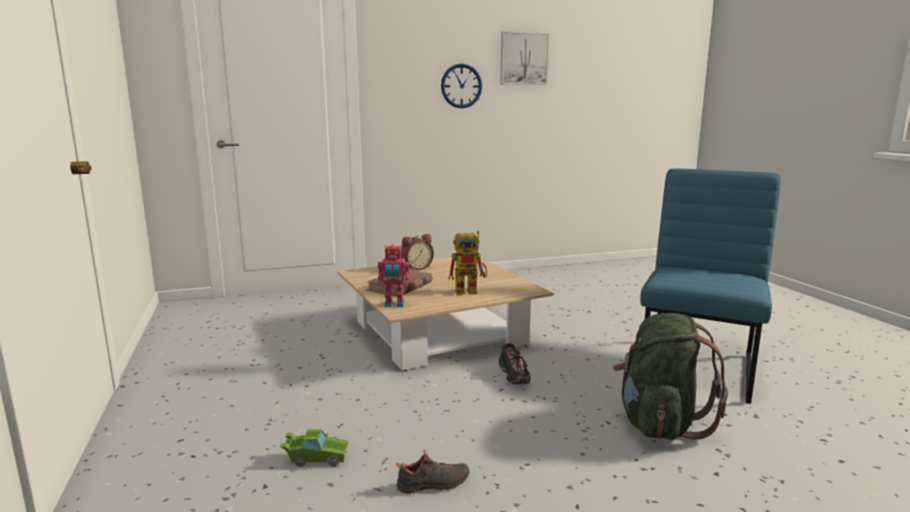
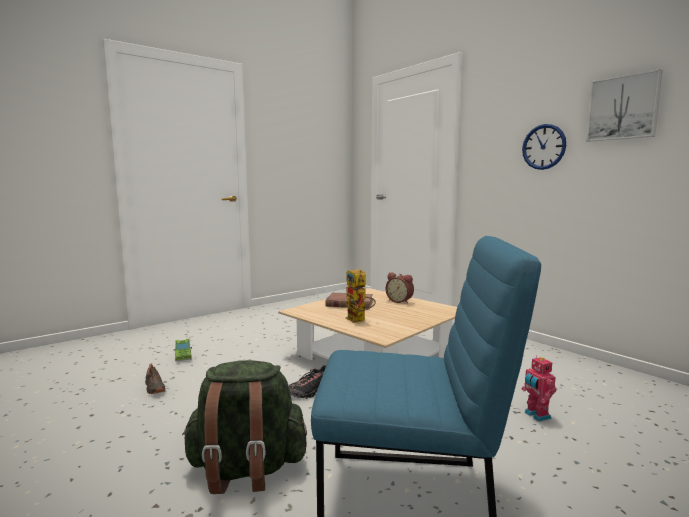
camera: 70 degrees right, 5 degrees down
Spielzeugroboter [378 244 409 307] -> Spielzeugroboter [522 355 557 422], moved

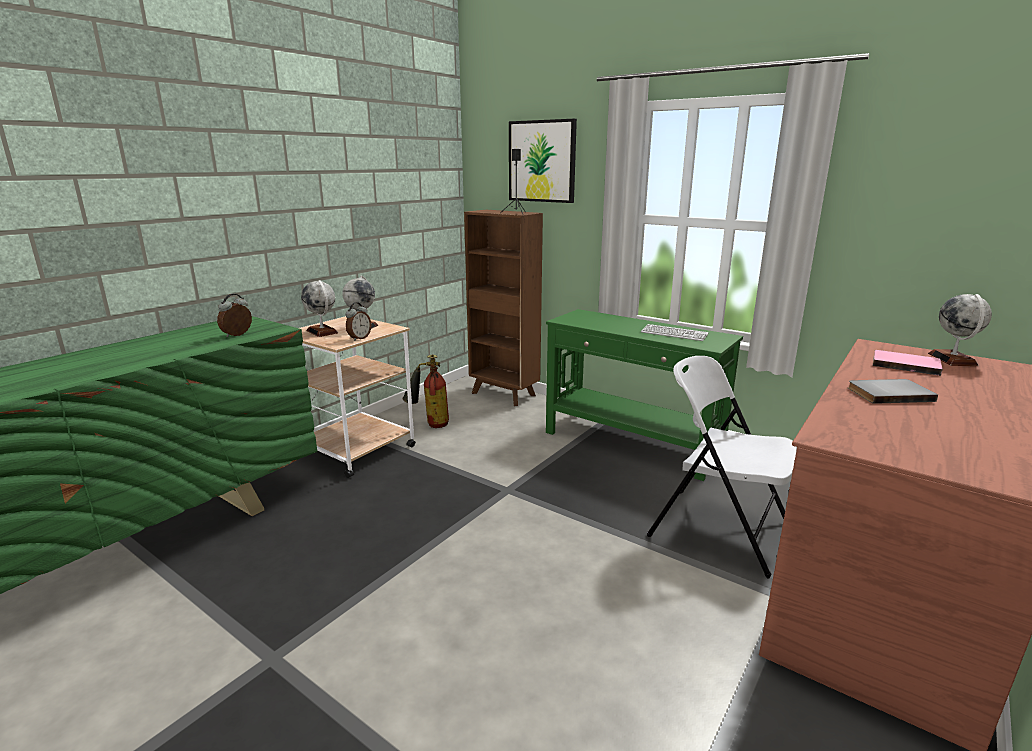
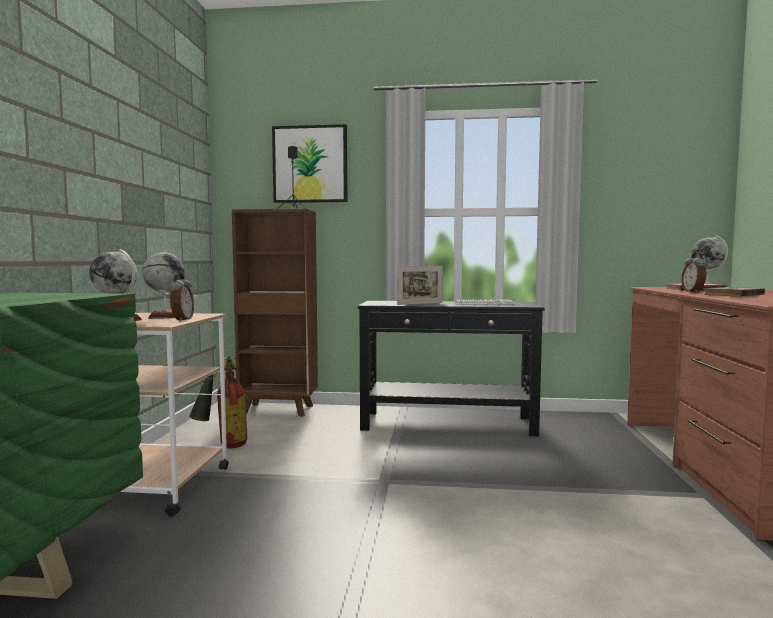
camera: 30 degrees left, 15 degrees down
Stuhl/weiß [647 356 797 579] -> none
none -> Bilderrahmen [397 266 443 305]
Wecker [217 294 252 337] -> Wecker [681 252 707 293], moved
Konsolentisch/grün [546 309 743 481] -> Konsolentisch/schwarz [358 301 544 436]

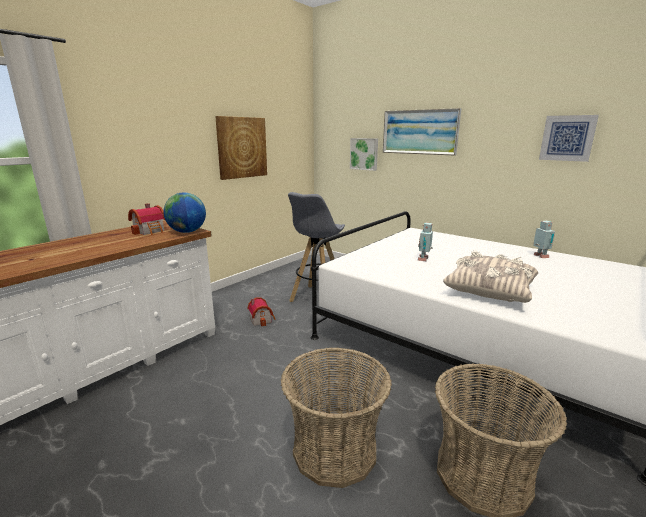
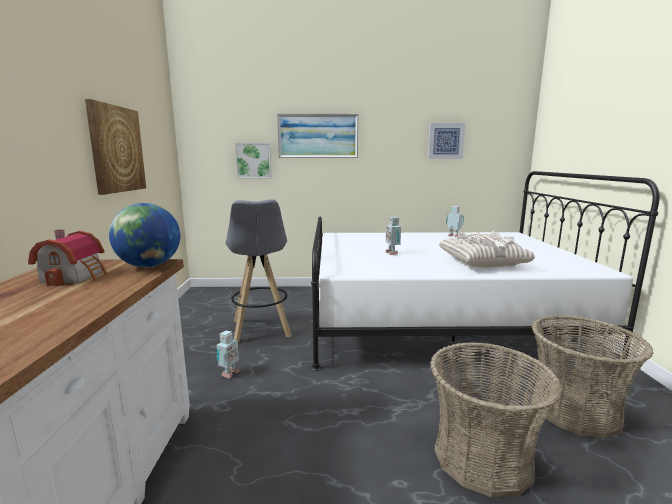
camera: 40 degrees left, 5 degrees down
Spielzeughaus [247 297 276 326] -> Spielzeugroboter [216 331 240 379]

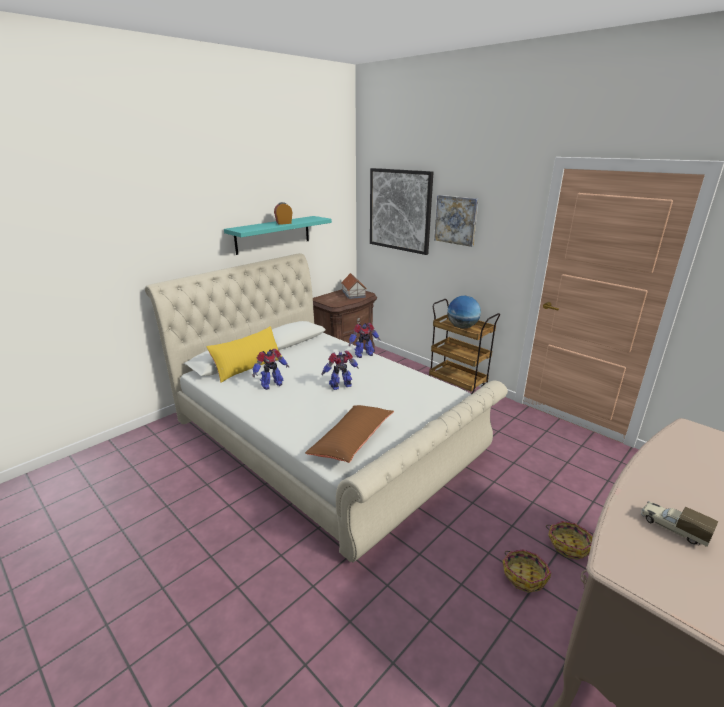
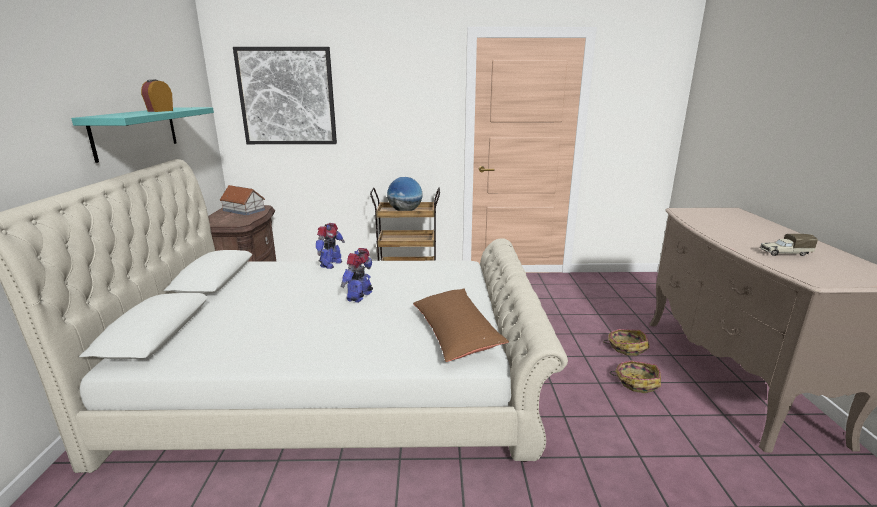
camera: 45 degrees left, 5 degrees down
Kissen/gelb [206 326 282 383] -> none
Spielzeugroboter [252 349 289 390] -> none
Bild [434 195 479 247] -> none

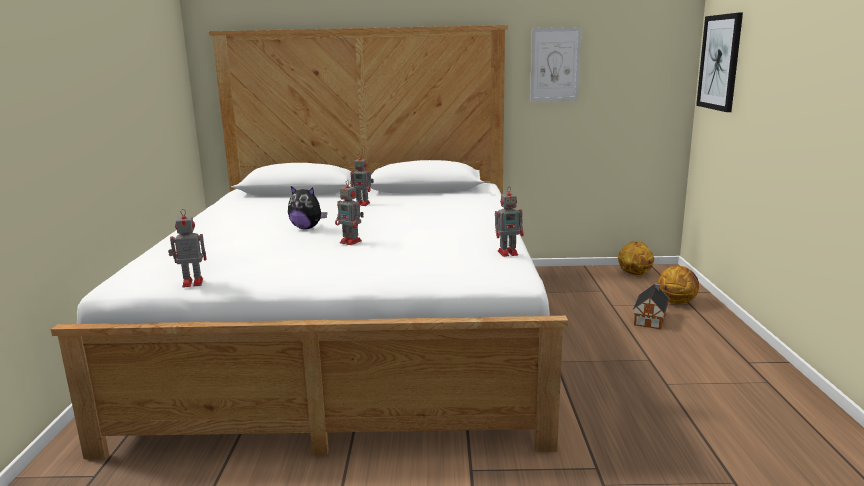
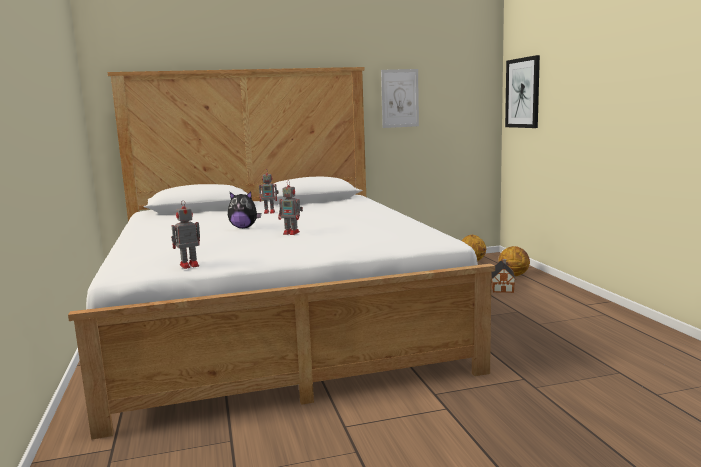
camera: 15 degrees left, 5 degrees down
Spielzeugroboter [495 188 524 257] -> none

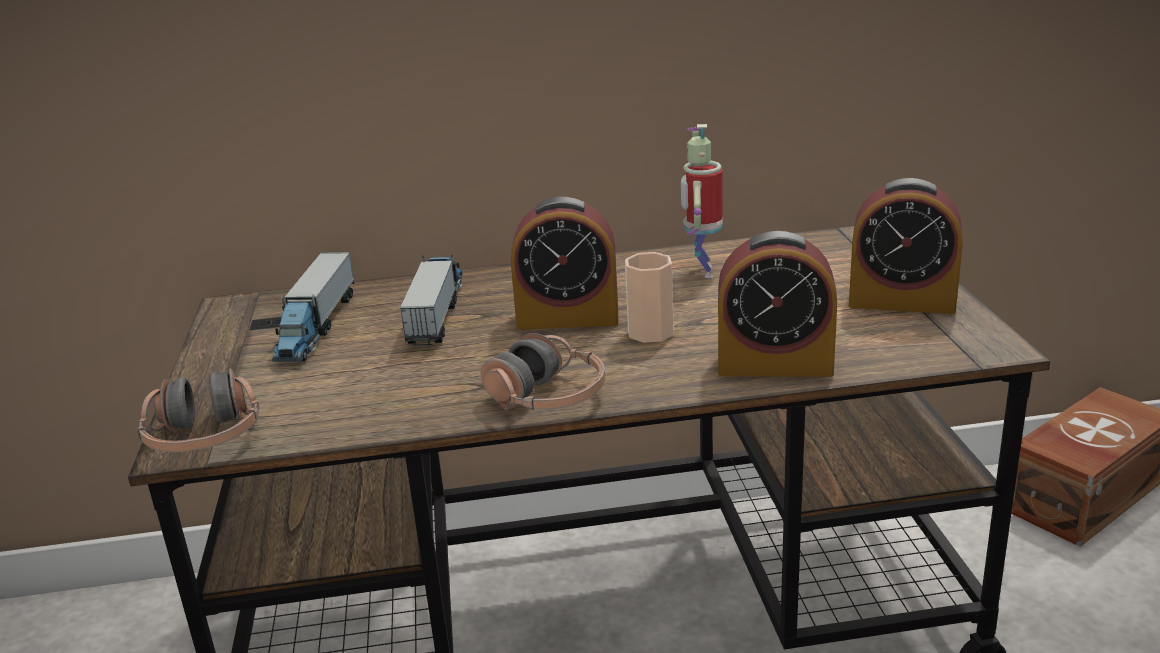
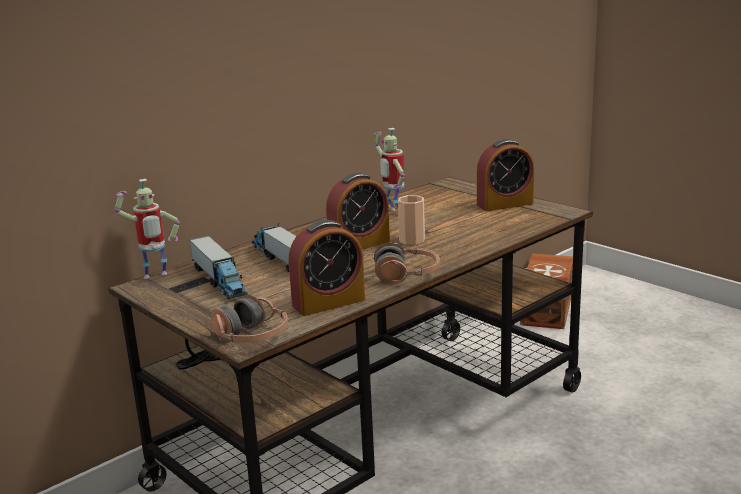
camera: 35 degrees left, 5 degrees down
none -> Spielzeugroboter [115 179 180 279]
Wecker [718 231 837 377] -> Wecker [288 220 365 316], moved

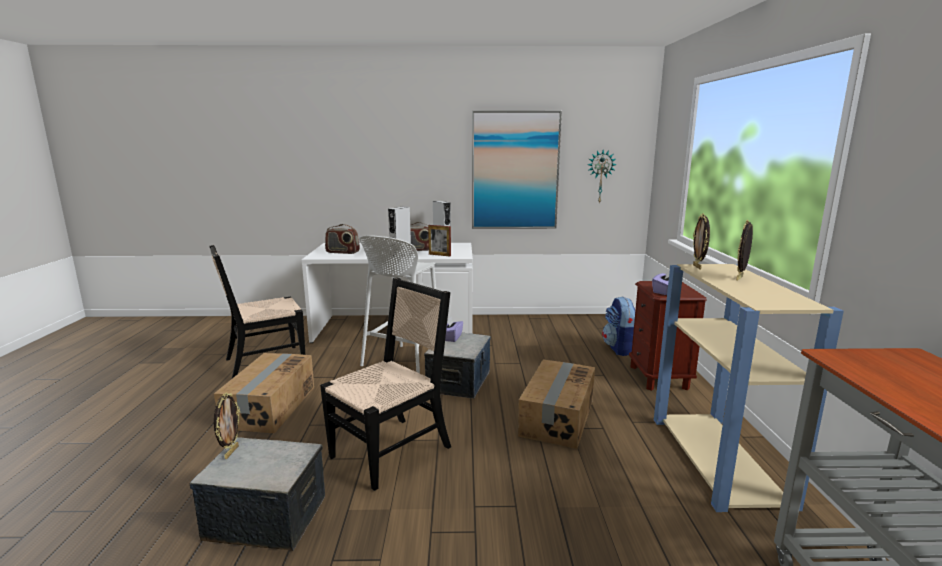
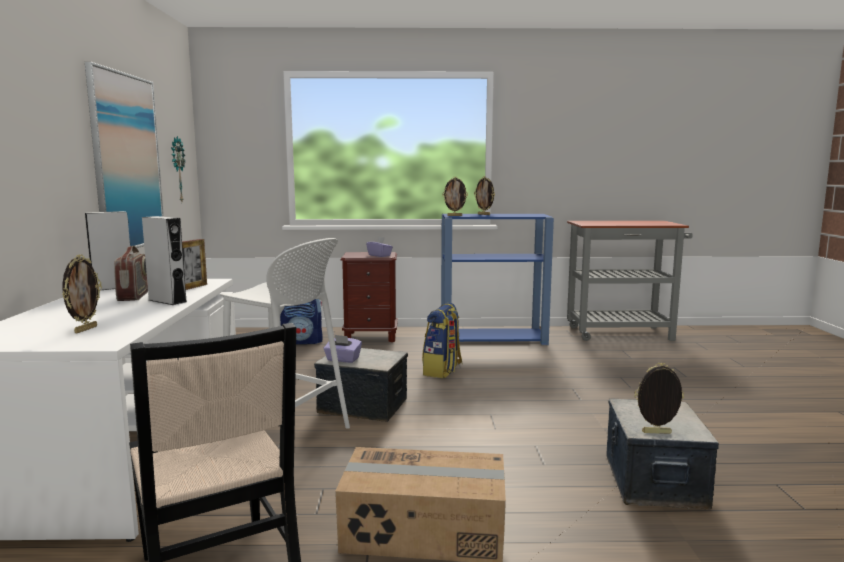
camera: 90 degrees left, 5 degrees down
Stuhl [320 278 451 491] -> none
Radio [325 224 360 254] -> Bilderrahmen [62 254 102 333]
Karton [518 360 595 449] -> Rucksack [422 303 463 378]
Bücherregal/beige [654 264 844 512] -> Bücherregal/blau [441 214 554 345]

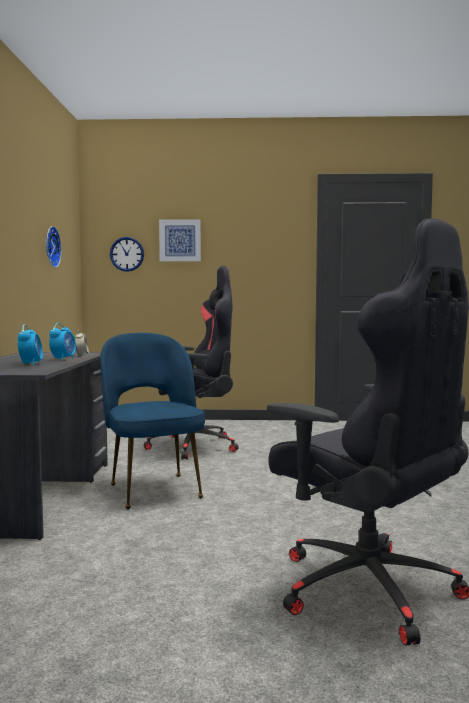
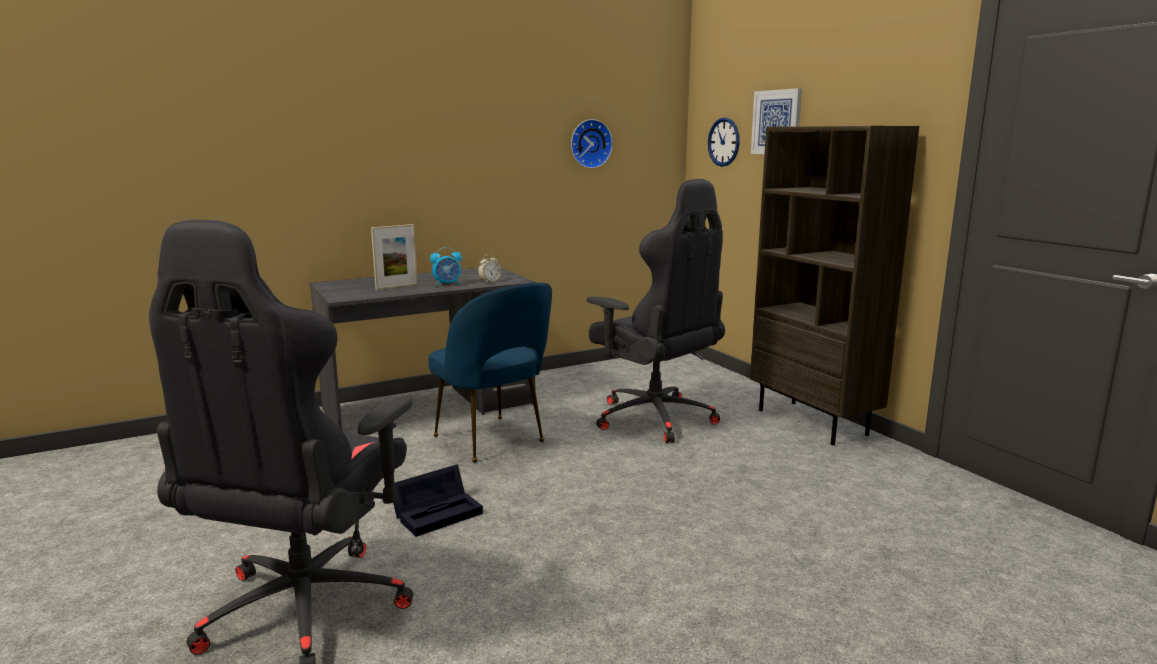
camera: 60 degrees right, 10 degrees up
none -> Aufbewahrungsbox/schwarz [393 464 483 537]
none -> Bücherregal/braun [750 126 919 445]
Wecker [17 324 43 366] -> Bilderrahmen [371 224 418 290]
Stuhl/blau [100 333 205 509] -> Stuhl/blau [428 283 552 463], 105 degrees clockwise

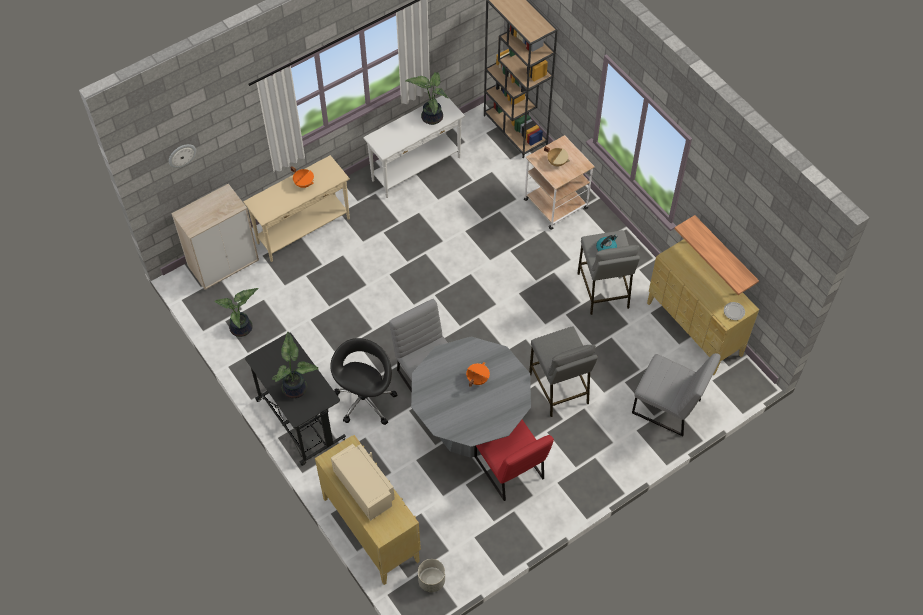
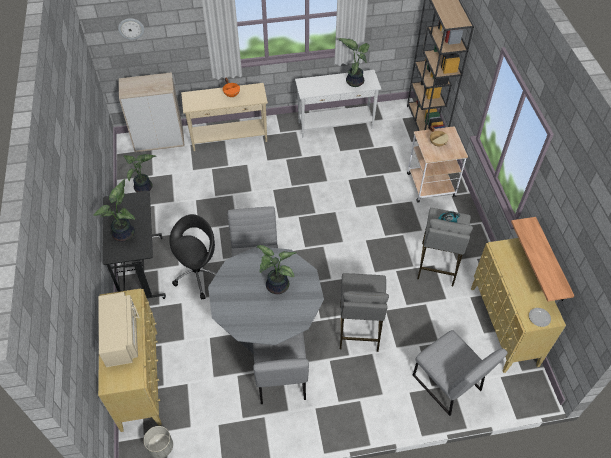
camera: 25 degrees right, 5 degrees down
Kochtopf/orange [466 362 490 387] -> Topfpflanze [256 245 297 294]
Stuhl/rot [474 419 554 501] -> Stuhl/grau [253 332 309 404]

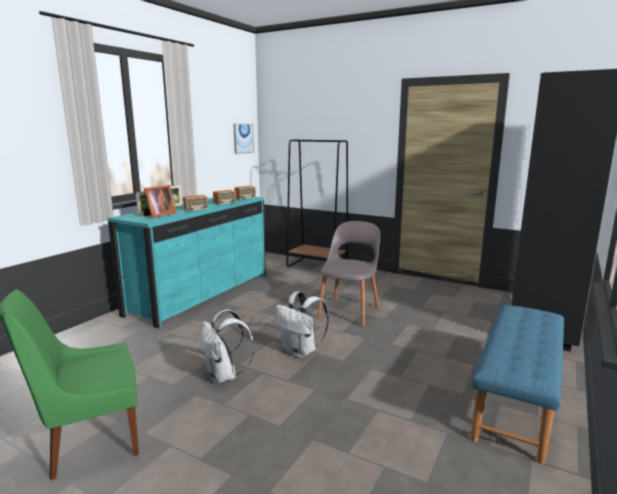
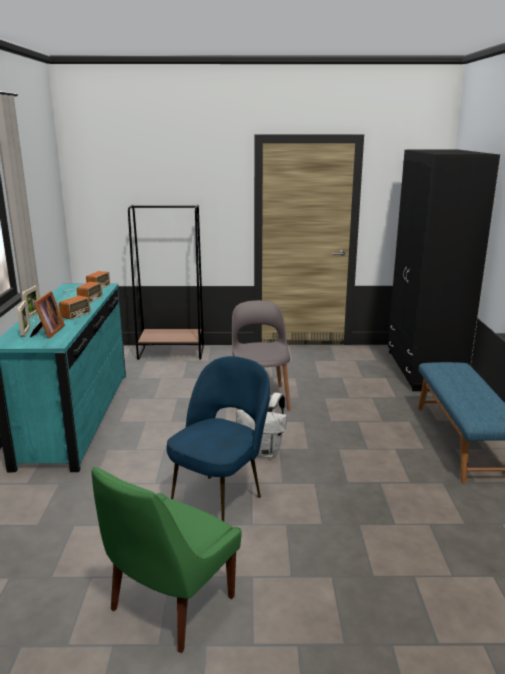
camera: 30 degrees left, 5 degrees up
Bild [233 124 254 154] -> none
Rucksack/weiß [200 309 254 384] -> Stuhl/blau [166 356 270 521]

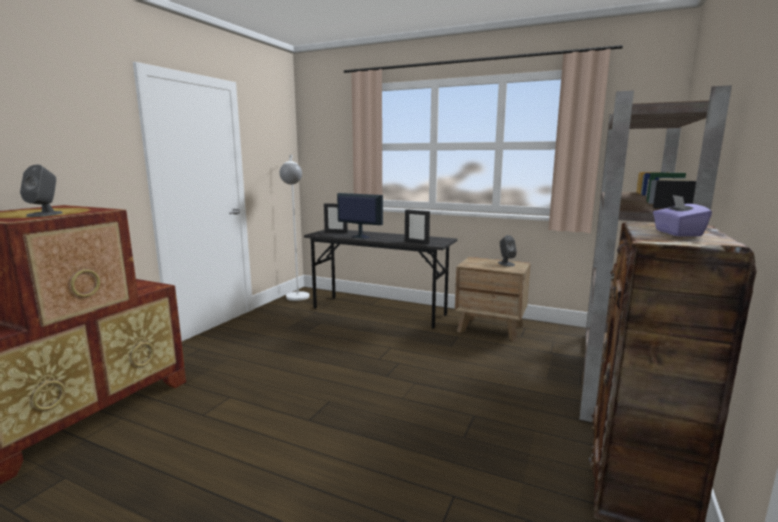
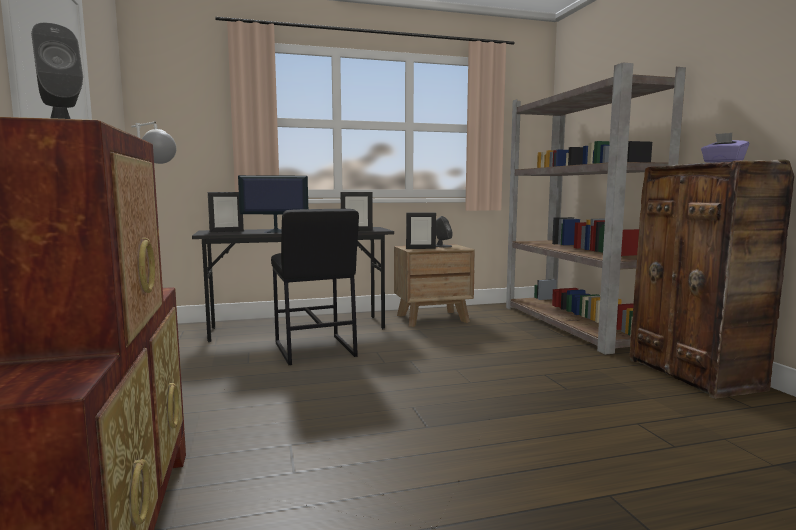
camera: 40 degrees left, 5 degrees down
none -> Stuhl/schwarz [271 209 359 365]
none -> Bilderrahmen [406 212 436 249]

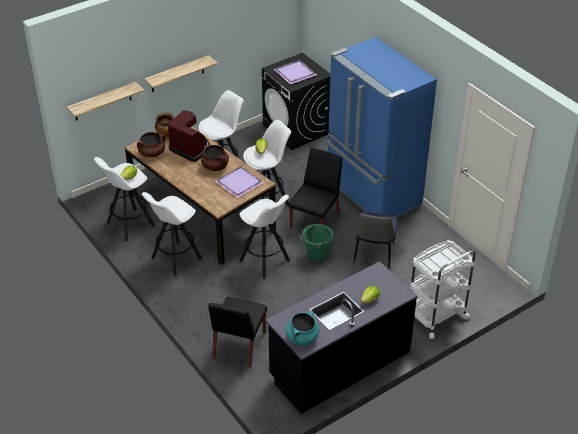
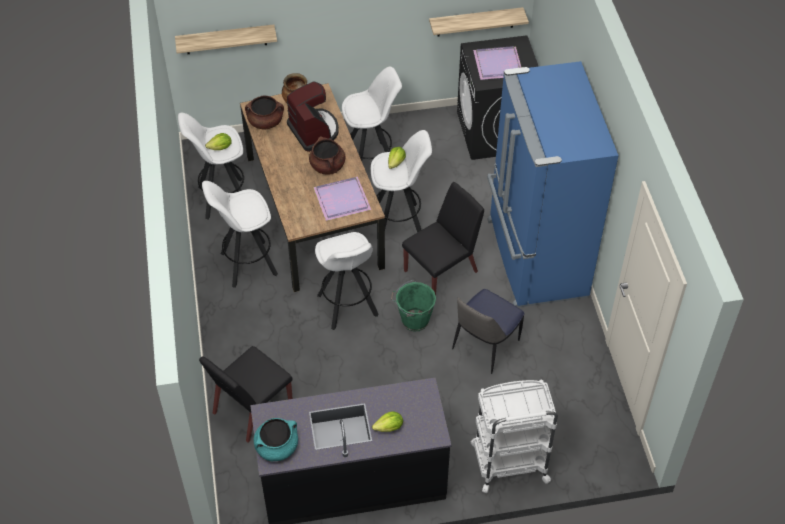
camera: 25 degrees right, 10 degrees up
Wandregal [144 55 218 92] -> Wandregal [429 7 529 36], moved

